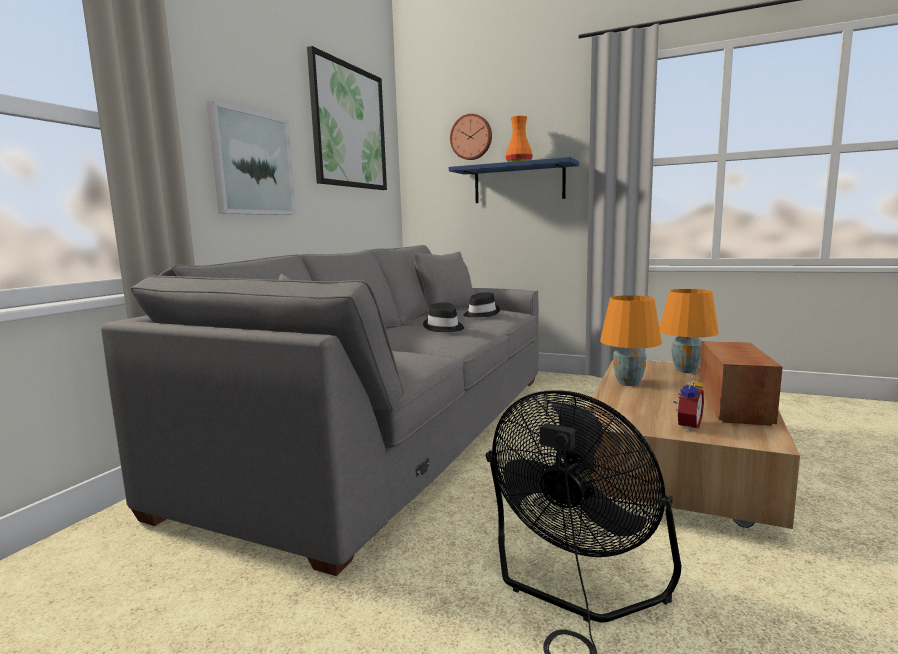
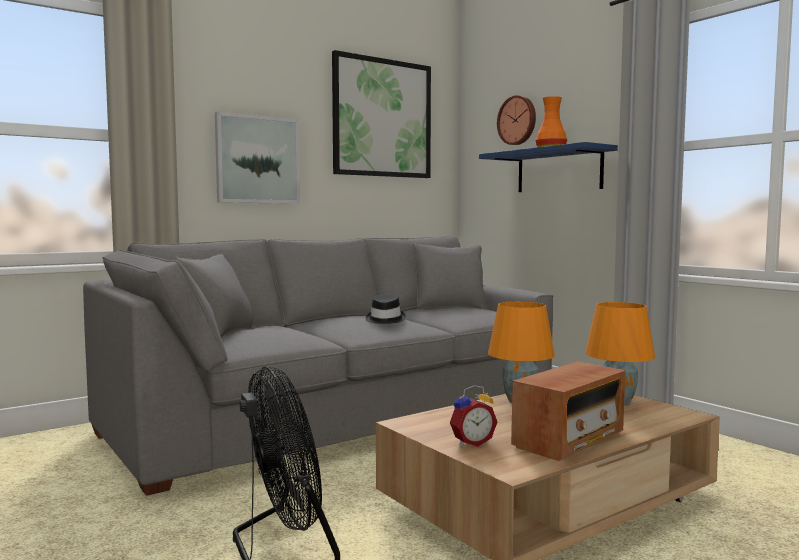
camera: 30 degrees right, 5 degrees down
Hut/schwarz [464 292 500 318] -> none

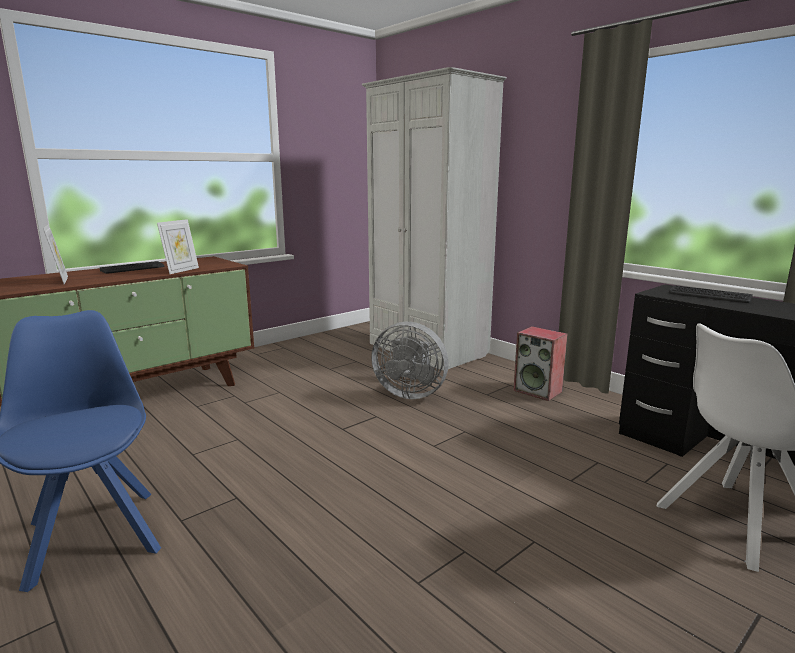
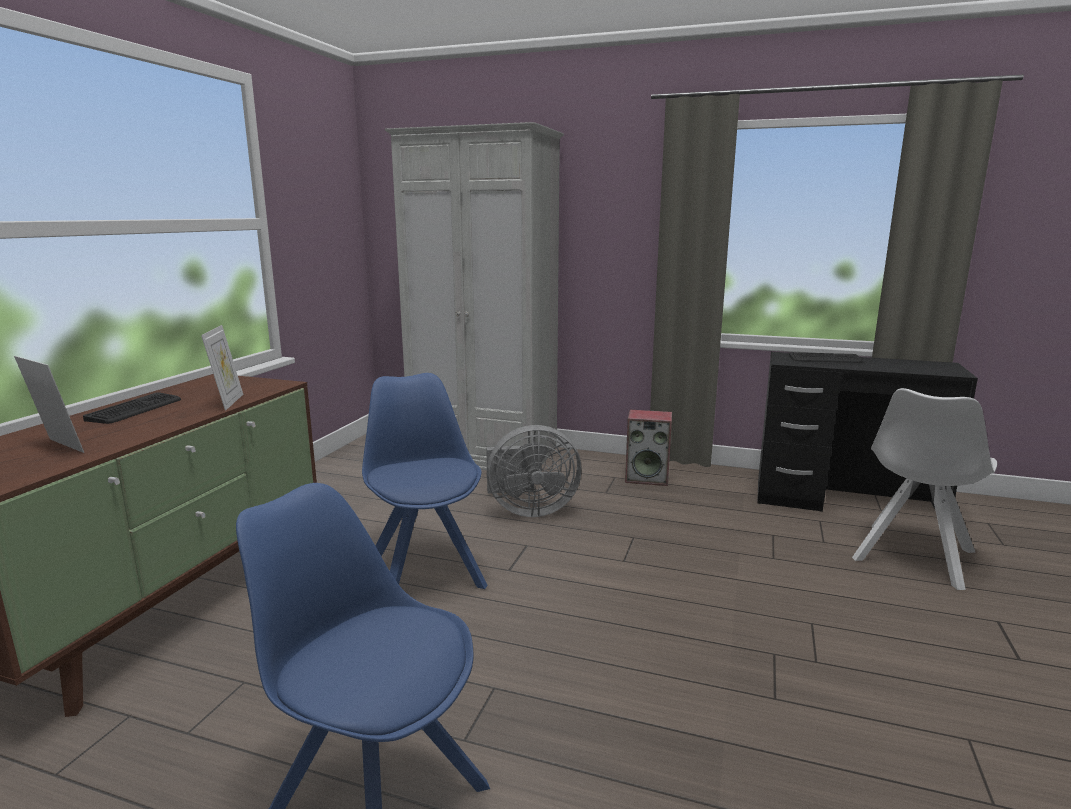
camera: 30 degrees left, 0 degrees up
none -> Stuhl/blau [362 373 488 589]

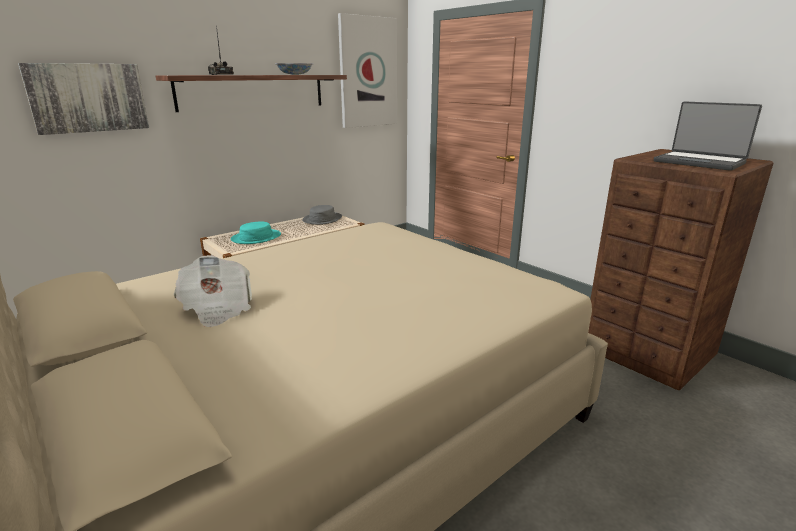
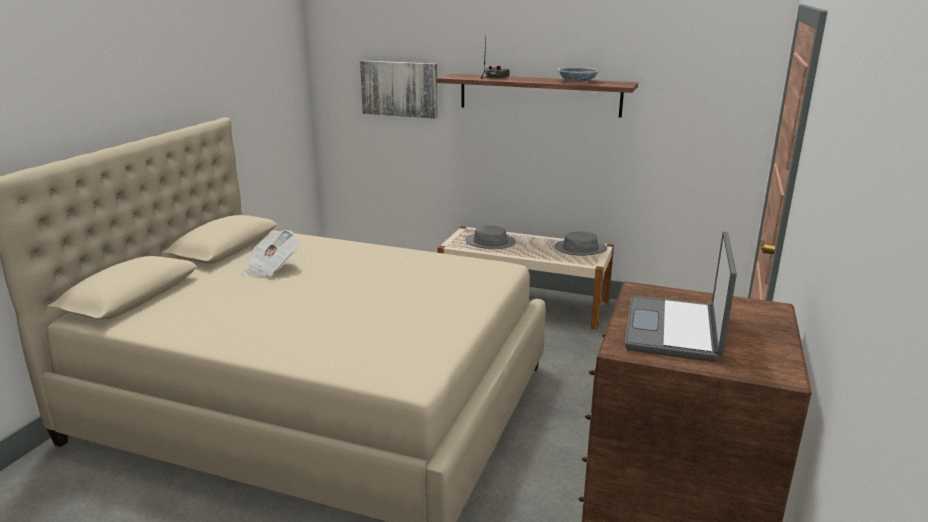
camera: 60 degrees right, 0 degrees up
Bild [338 13 397 128] -> none
Hut/türkis [231 221 281 244] -> Hut/grau [465 225 516 249]

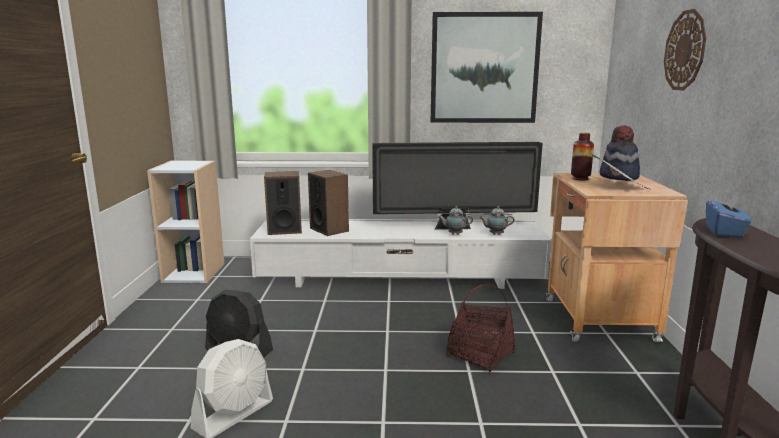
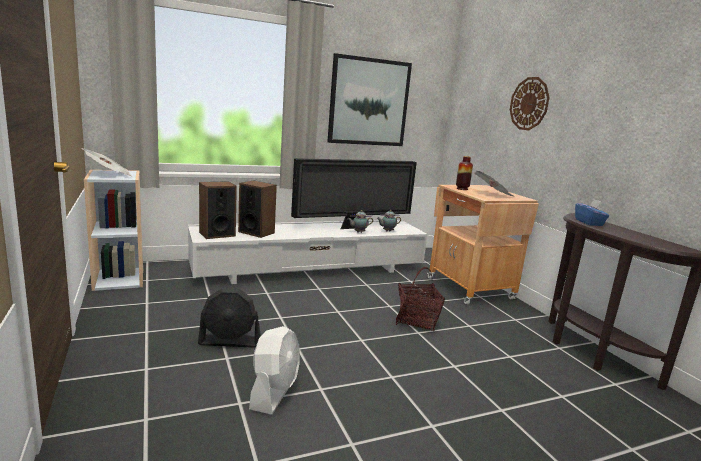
camera: 25 degrees left, 0 degrees up
Hut [600 125 640 181] -> none
none -> Zeitung [81 148 132 176]

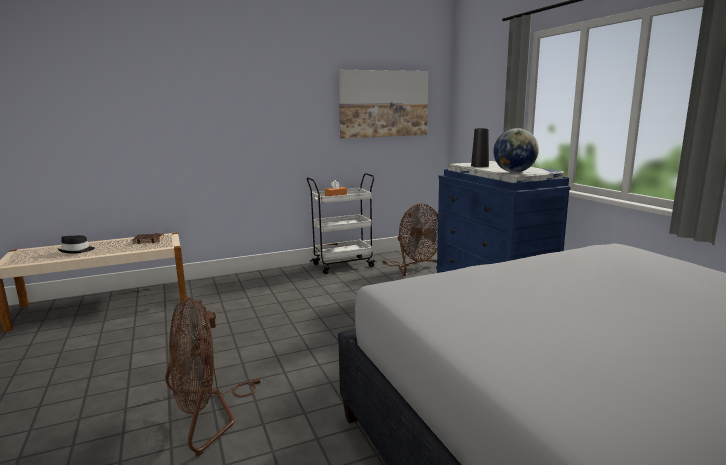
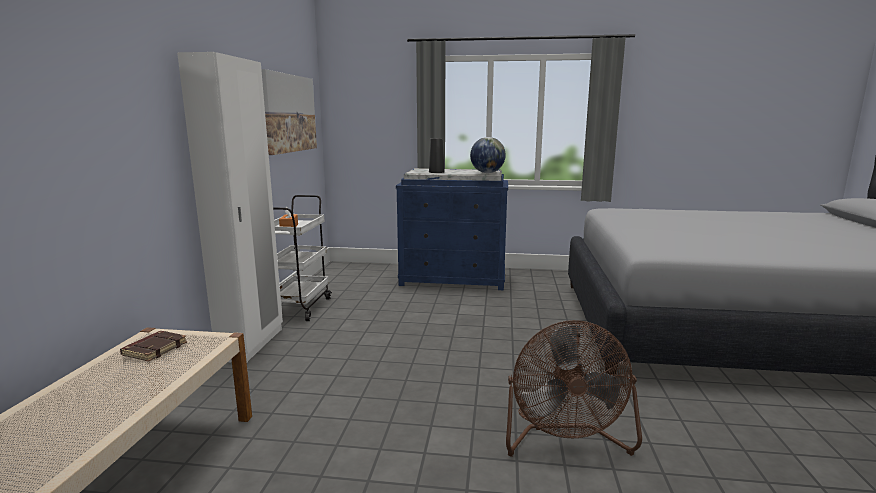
camera: 60 degrees left, 0 degrees up
Hut/schwarz [58 235 94 254] -> none
Ventilator/braun [382 204 438 276] -> none
none -> Kleiderschrank/weiß [177 52 283 363]

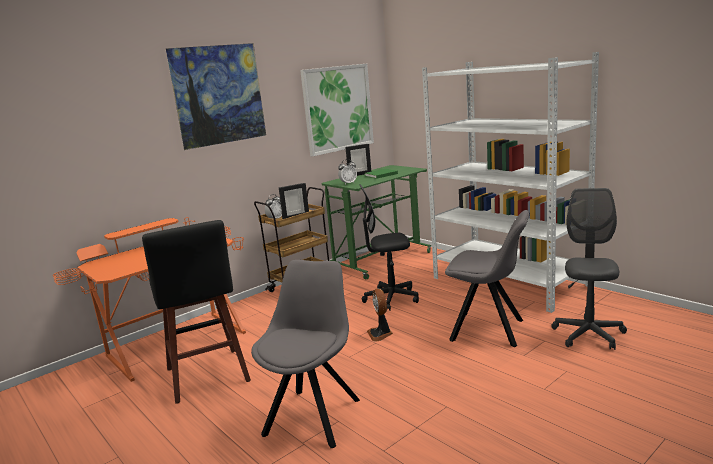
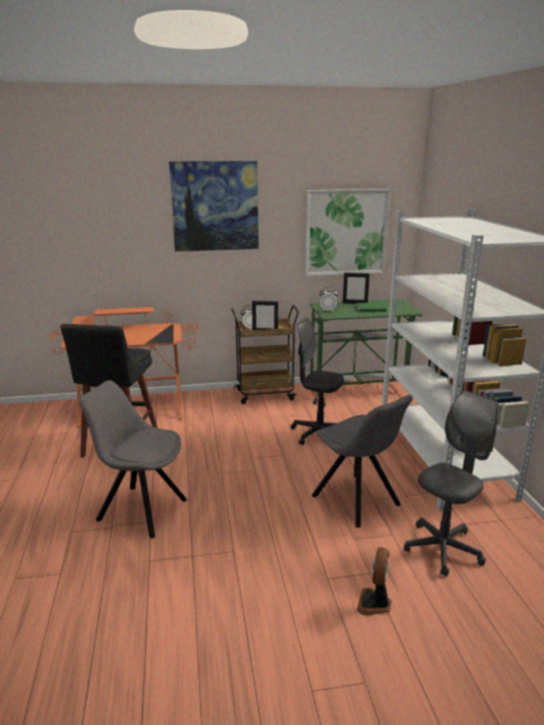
camera: 30 degrees right, 5 degrees up
Ventilator [367 289 393 342] -> Ventilator [357 547 392 615], moved
Stuhl/grau [251 260 360 448] -> Stuhl/grau [79 380 187 538], 120 degrees counterclockwise

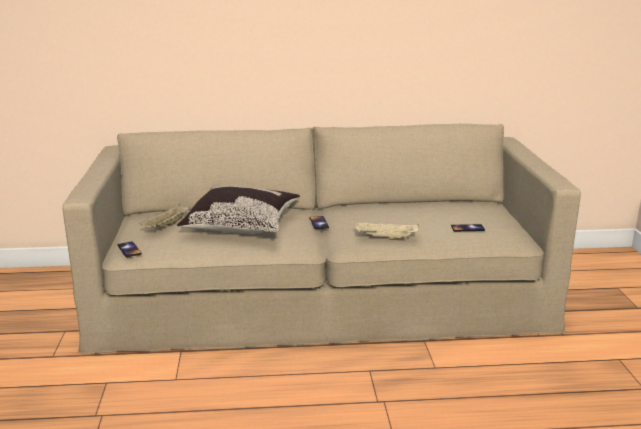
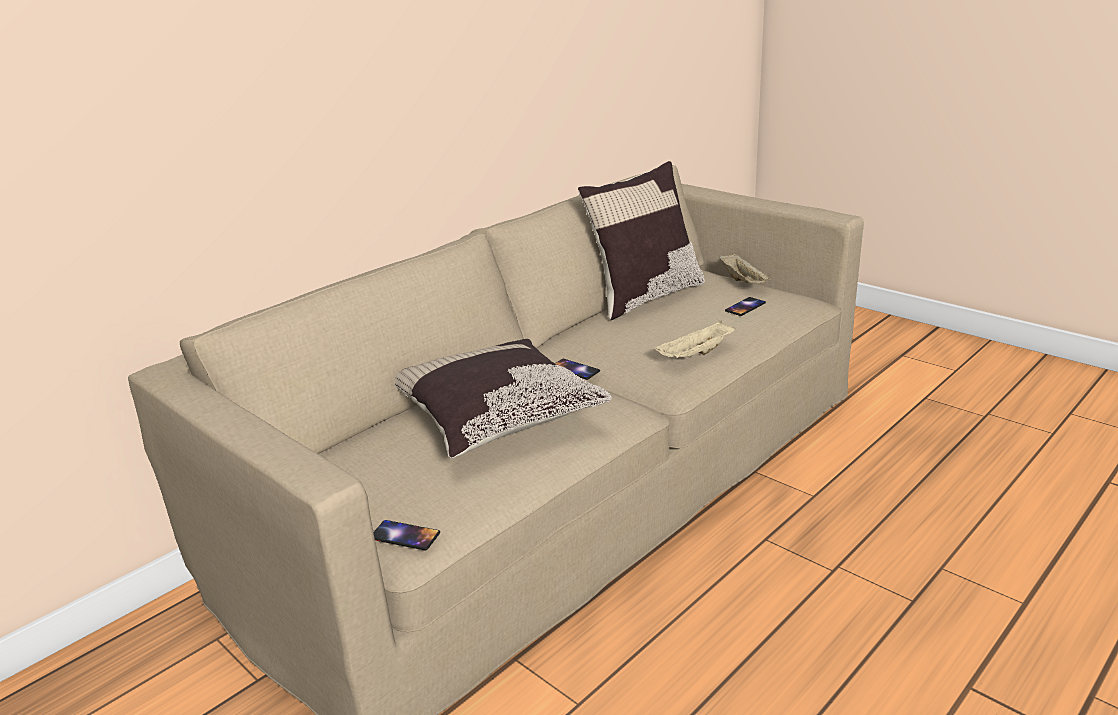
camera: 40 degrees left, 5 degrees up
none -> Kissen [578 161 705 320]
Tablett/beige [139 204 190 228] -> Tablett/beige [719 254 770 284], moved

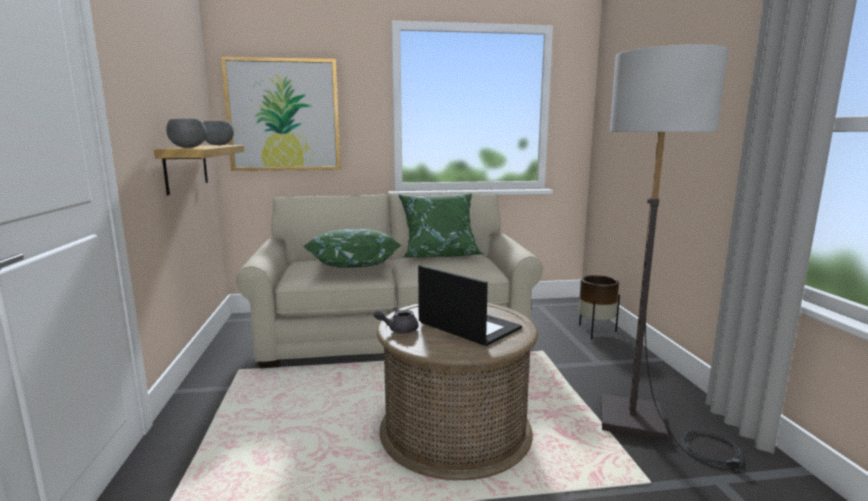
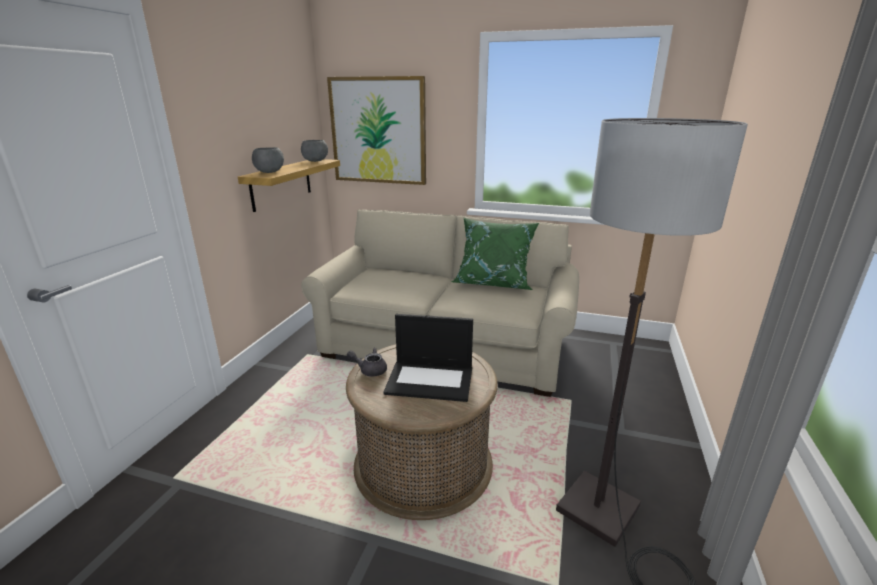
camera: 25 degrees right, 10 degrees up
Kissen/grün [304 229 401 268] -> none
Pflanzkübel/braun [578 275 620 339] -> none
Laptop [418 265 522 346] -> Laptop [384 314 473 402], 120 degrees clockwise

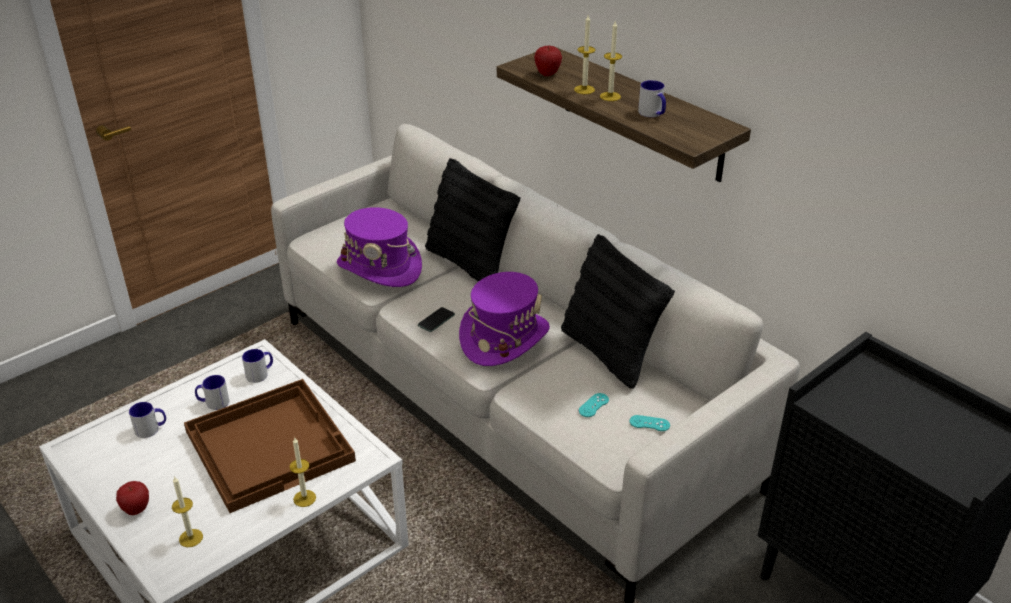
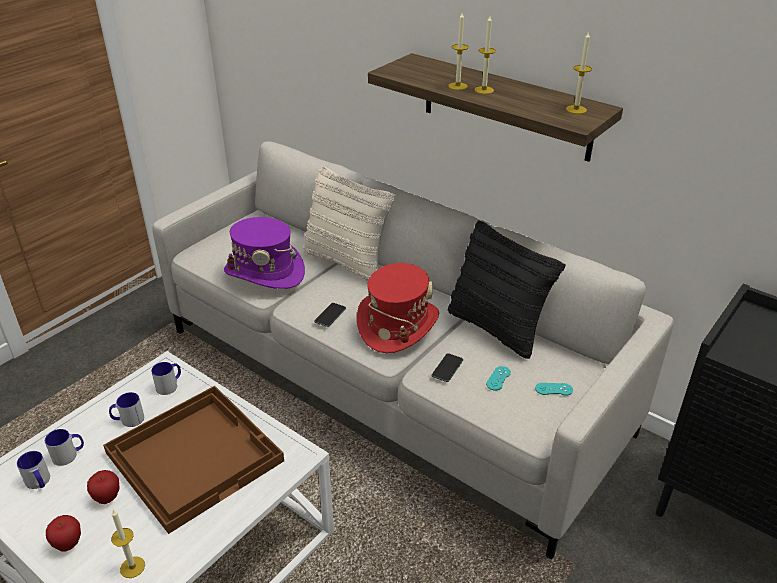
camera: 10 degrees left, 0 degrees up
none -> Handy [431 353 463 382]
Kerze [289 438 316 507] -> Kerze [566 31 592 114], moved
Apfel [534 46 562 76] -> Apfel [87 470 120 504], moved
Henkelbecher [638 80 666 117] -> Henkelbecher [17 451 50 489], moved
Kissen/schwarz [425 158 521 282] -> Kissen/beige [303 166 396 281]
Hut/lila [459 272 550 366] -> Hut/rot [357 263 439 353]

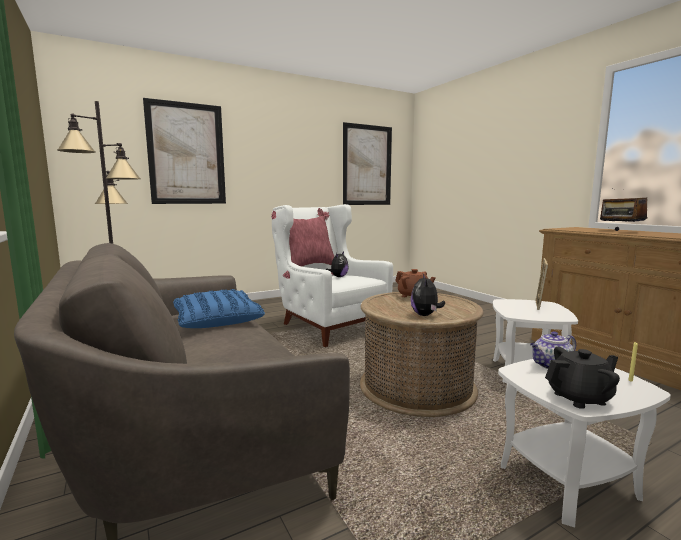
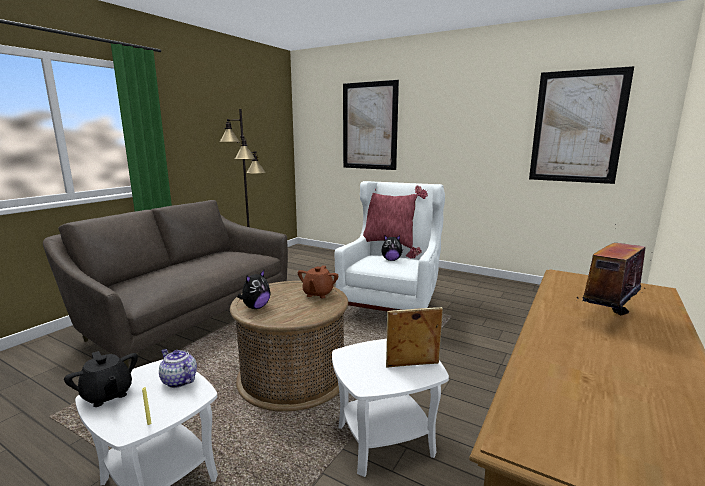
camera: 60 degrees right, 5 degrees up
Kissen/blau [173 289 265 328] -> none
Plüschtier [411 274 445 316] -> Plüschtier [238 270 271 309], 150 degrees clockwise

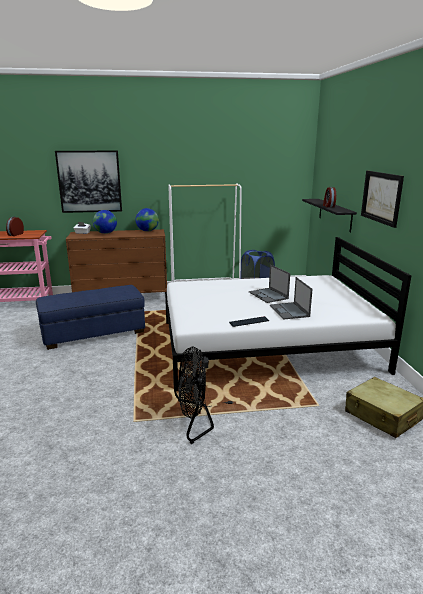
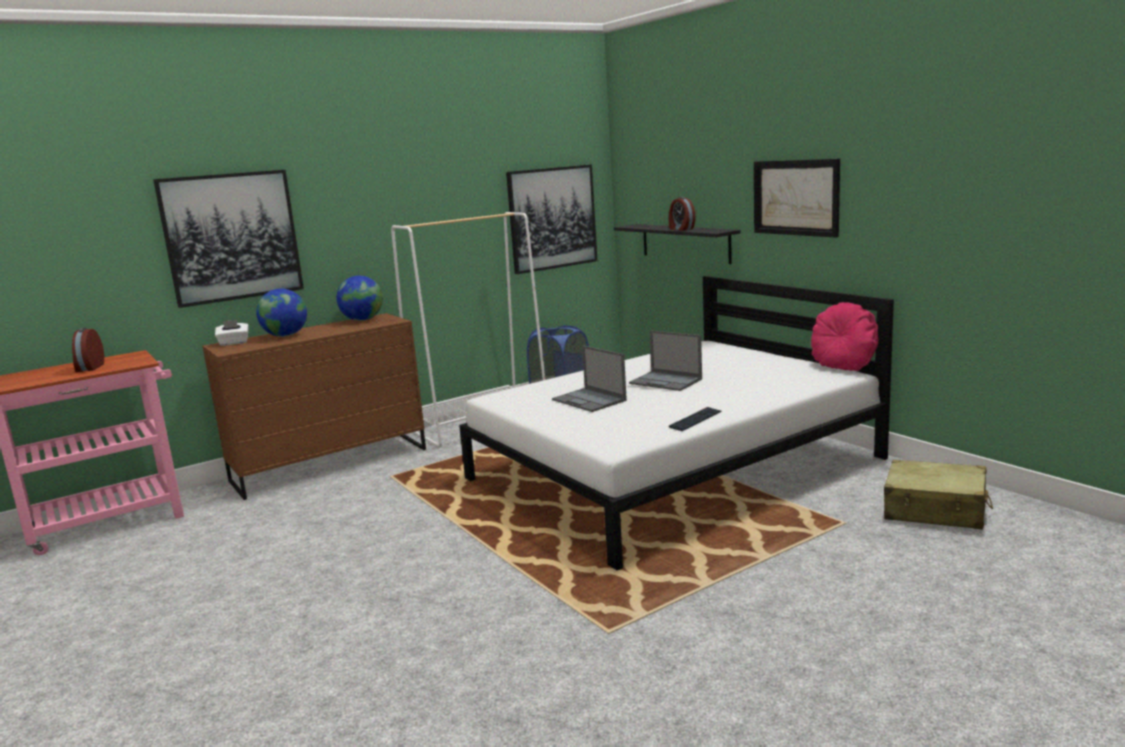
camera: 25 degrees left, 5 degrees down
Polsterhocker/blau [36 285 145 350] -> none
Ventilator/schwarz [174 346 234 444] -> none
none -> Bild [506 165 597 274]
none -> Kissen/rosa [811 302 879 371]
Laptop [270 277 312 320] -> Laptop [552 345 627 412], moved

